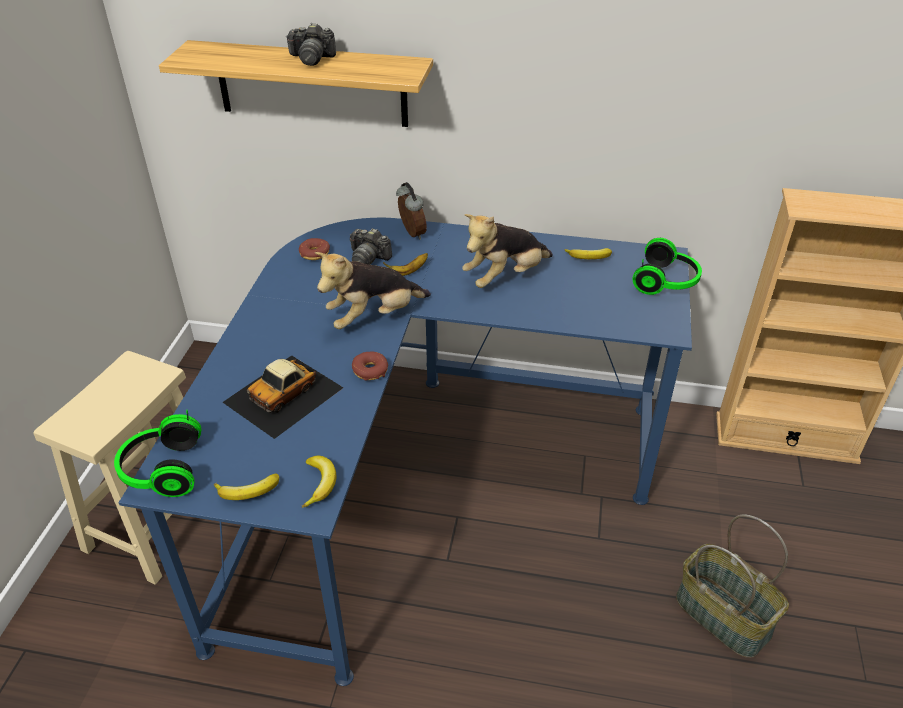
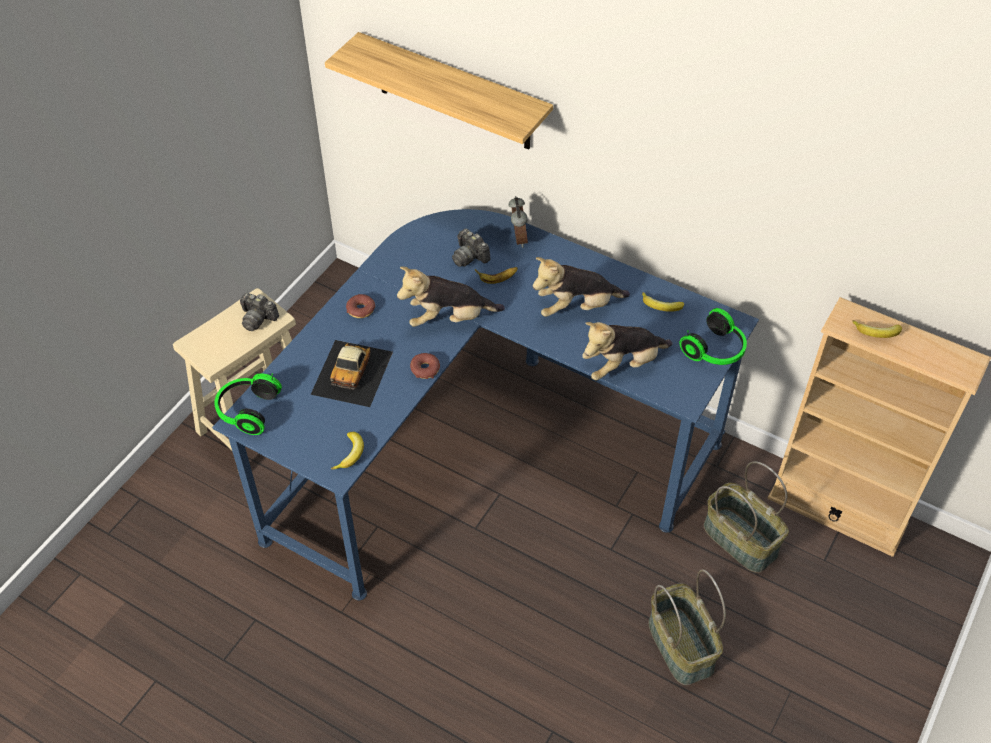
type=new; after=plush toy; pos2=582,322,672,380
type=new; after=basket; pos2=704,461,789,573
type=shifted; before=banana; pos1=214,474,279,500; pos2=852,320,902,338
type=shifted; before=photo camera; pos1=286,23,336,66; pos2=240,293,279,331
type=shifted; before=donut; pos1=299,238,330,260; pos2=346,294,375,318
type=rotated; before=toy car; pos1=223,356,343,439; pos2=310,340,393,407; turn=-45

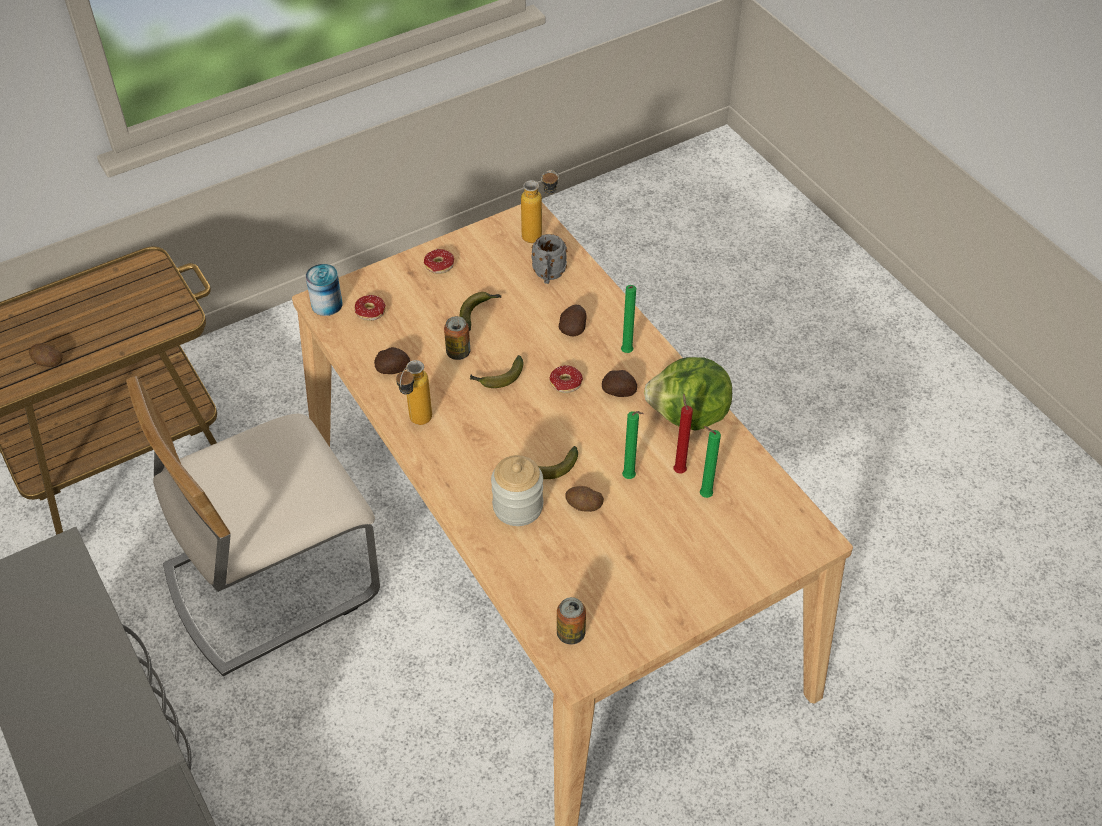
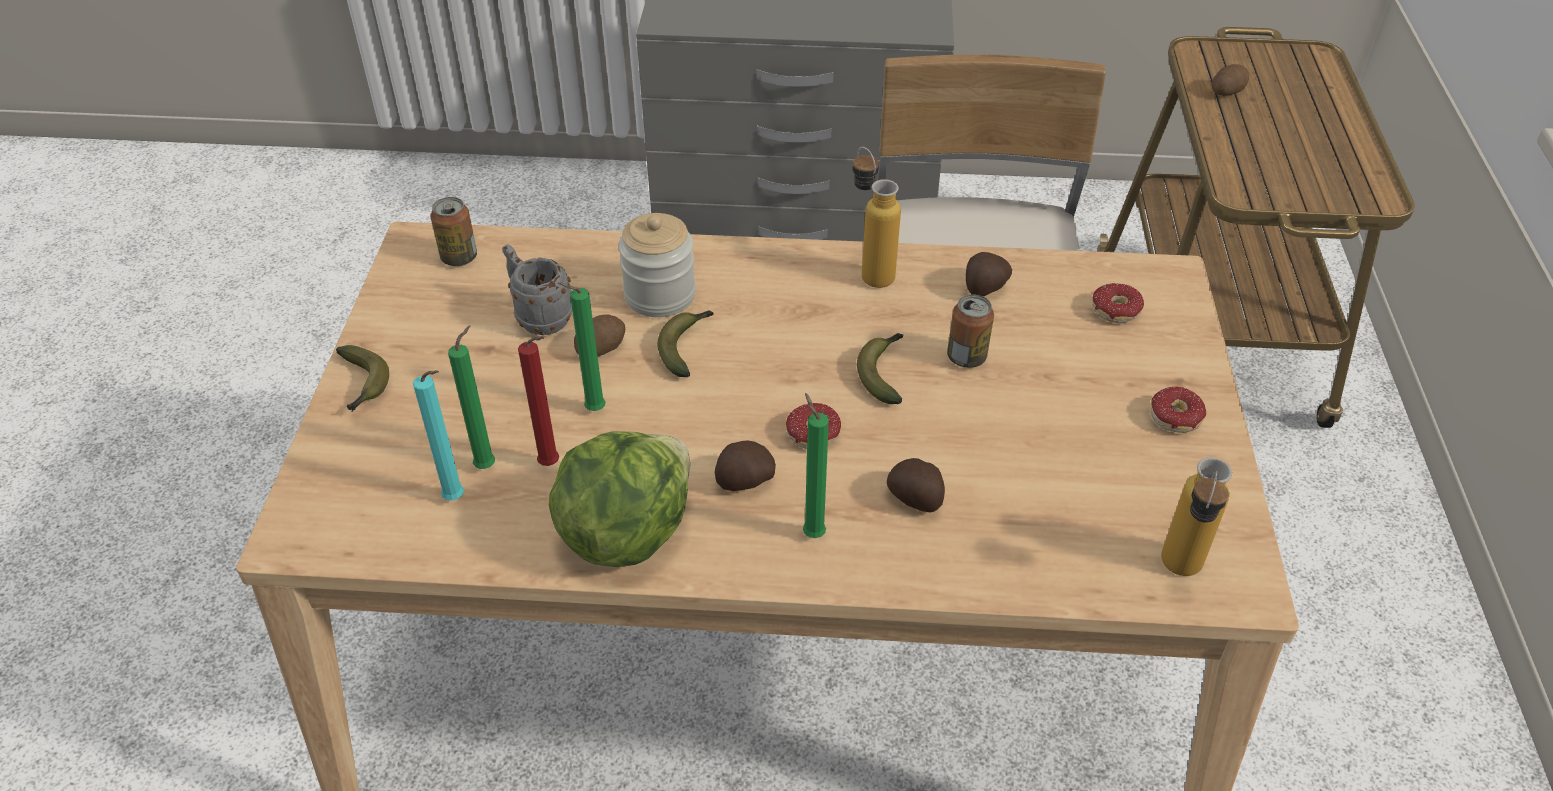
type=gone; before=can; pos1=306,264,343,316
type=new; after=turquoise candle; pos2=413,370,464,500
type=shifted; before=banana; pos1=460,292,502,331; pos2=336,345,389,412
type=shifted; before=grey mug; pos1=531,234,567,284; pos2=502,244,572,335

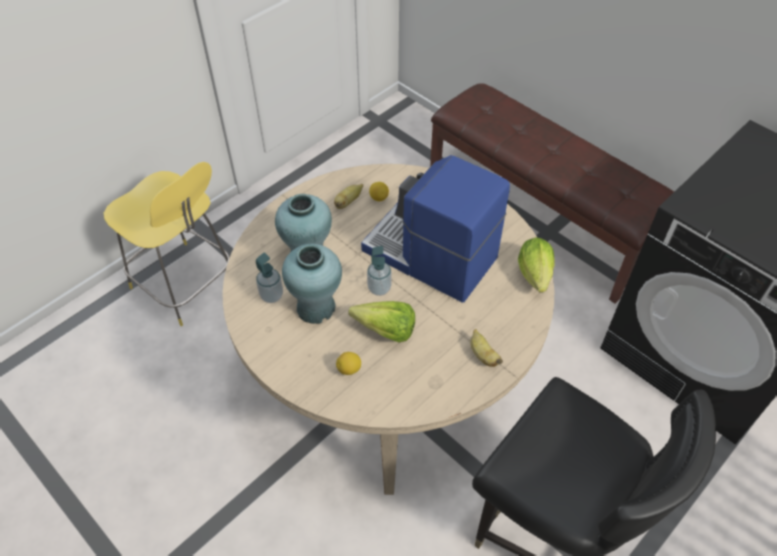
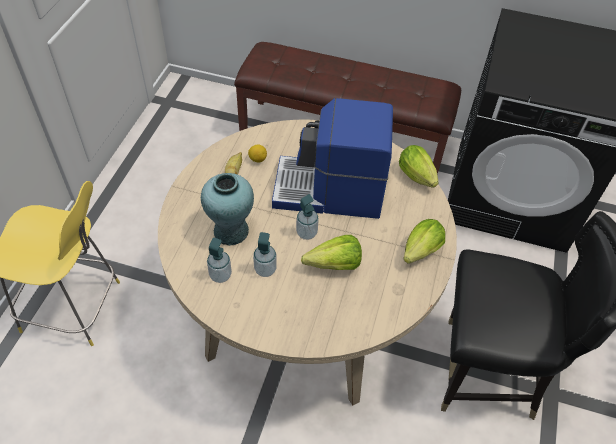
type=gone; before=lemon; pos1=336,352,361,375
type=swapped; before=turquoise vase; after=soap dispenser; pos1=282,244,342,324; pos2=253,232,277,277
type=swapped; before=banana; after=lettuce; pos1=470,329,503,367; pos2=403,219,445,264

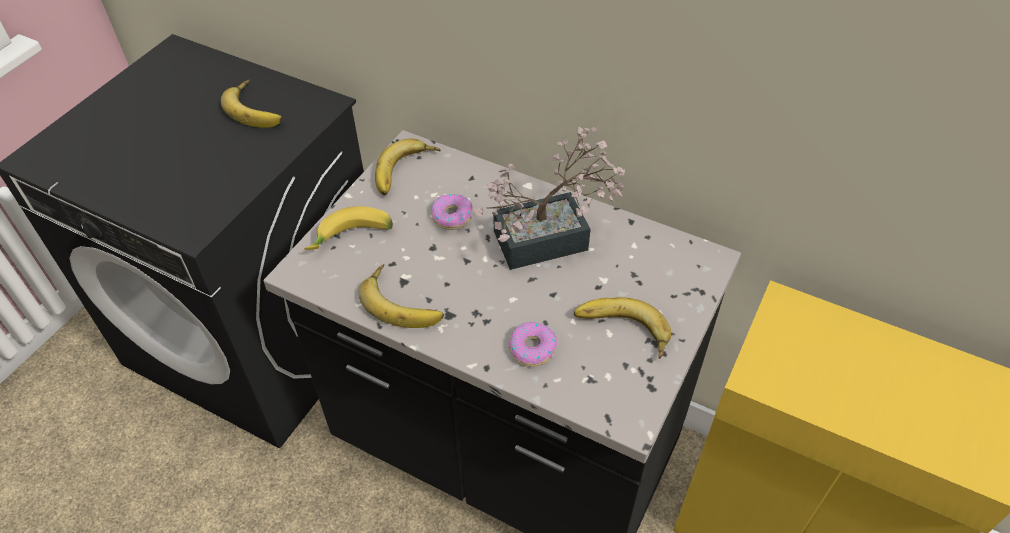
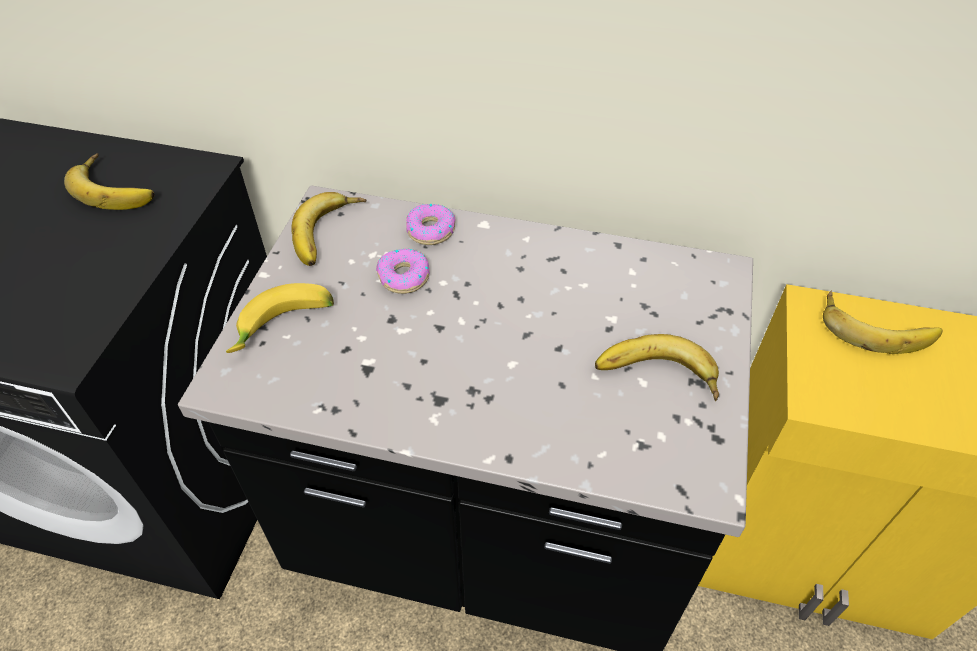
type=gone; before=potted plant; pos1=474,127,625,270
type=shifted; before=banana; pos1=358,264,444,328; pos2=823,290,942,354
type=shifted; before=donut; pos1=509,322,557,367; pos2=406,204,456,245

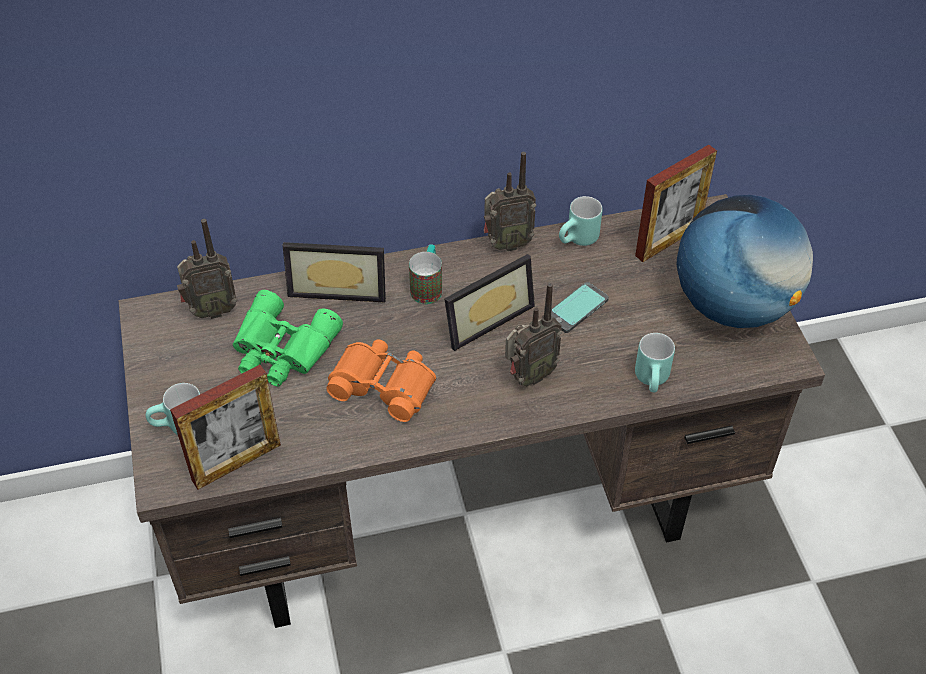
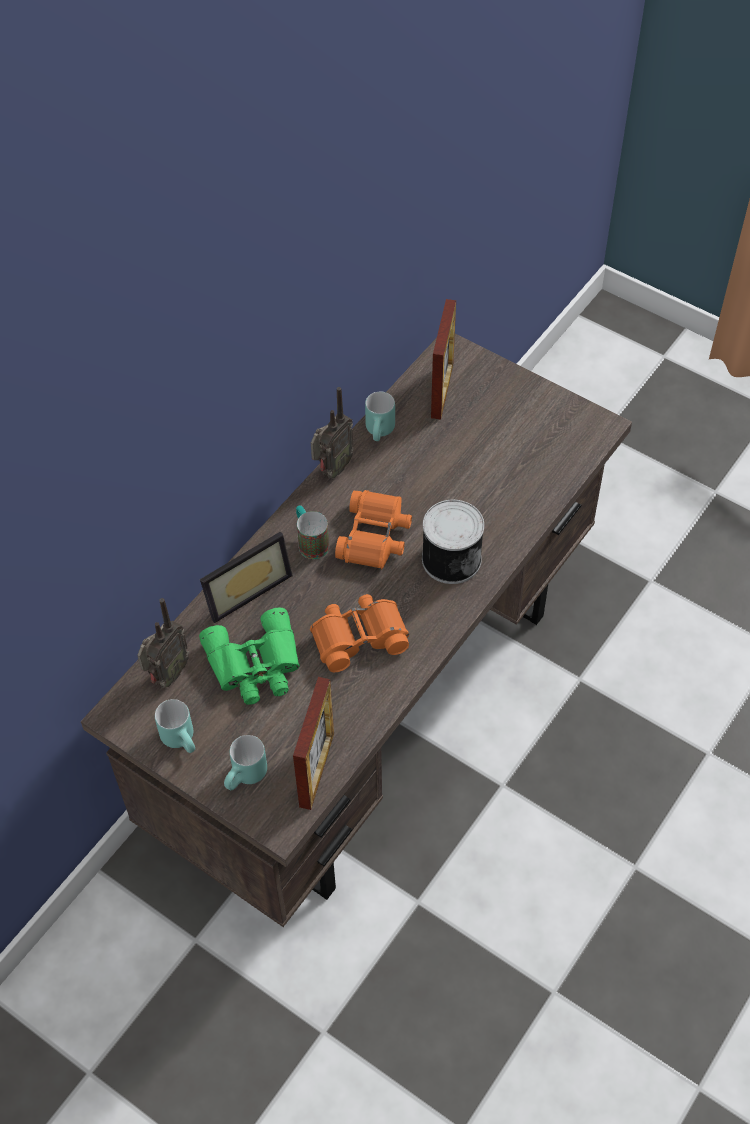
type=gone; before=phone; pos1=551,282,609,333
type=gone; before=globe; pos1=676,195,813,328
type=shifted; before=turquoise mug; pos1=635,333,675,392; pos2=155,699,195,753
type=swapped; before=picture frame; after=orange binoculars; pos1=444,254,535,351; pos2=335,490,412,569
type=swapped; before=radio; after=can; pos1=505,283,562,386; pos2=422,500,484,584

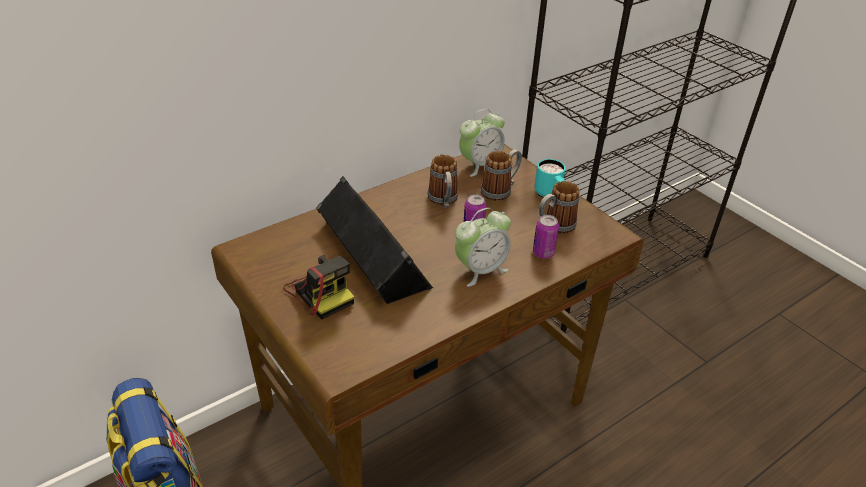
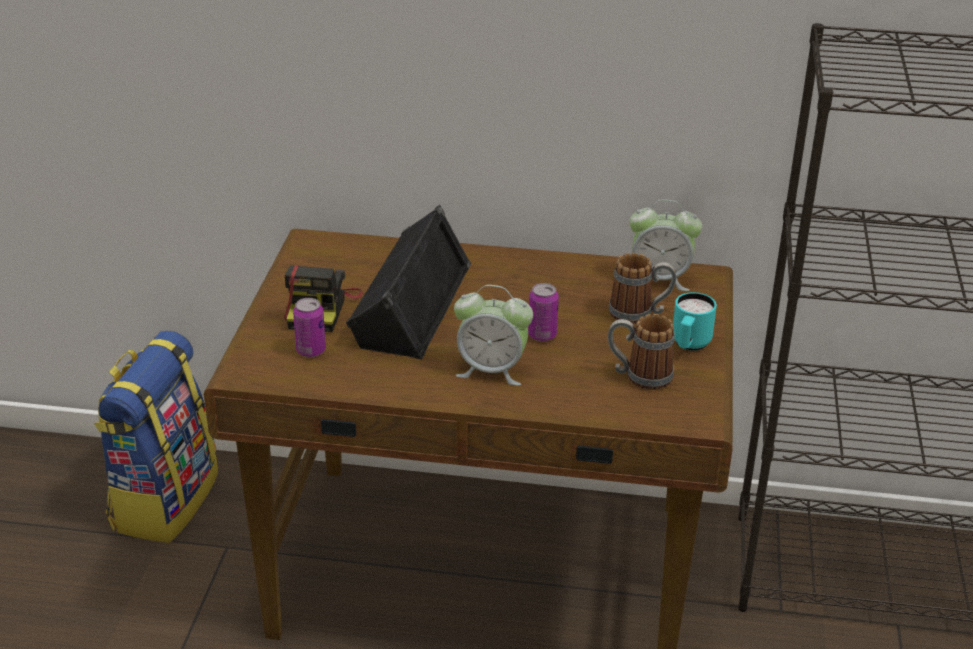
type=gone; before=mug; pos1=428,154,458,208
type=shifted; before=can; pos1=533,215,559,259; pos2=293,298,326,357

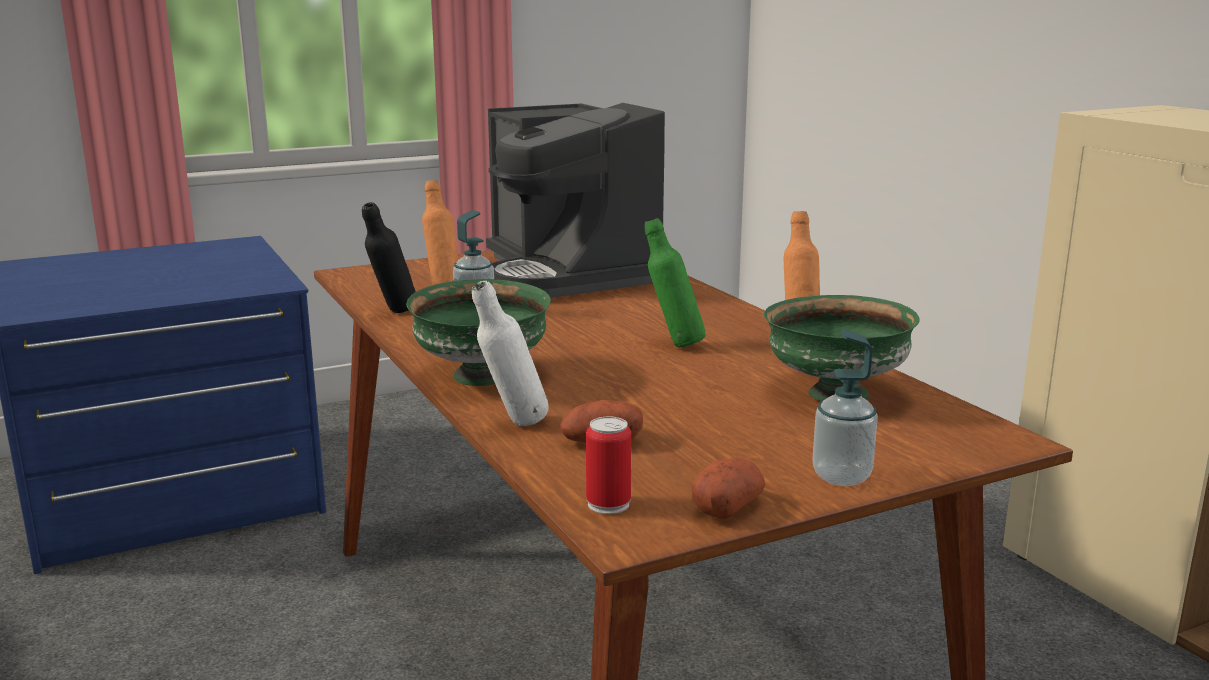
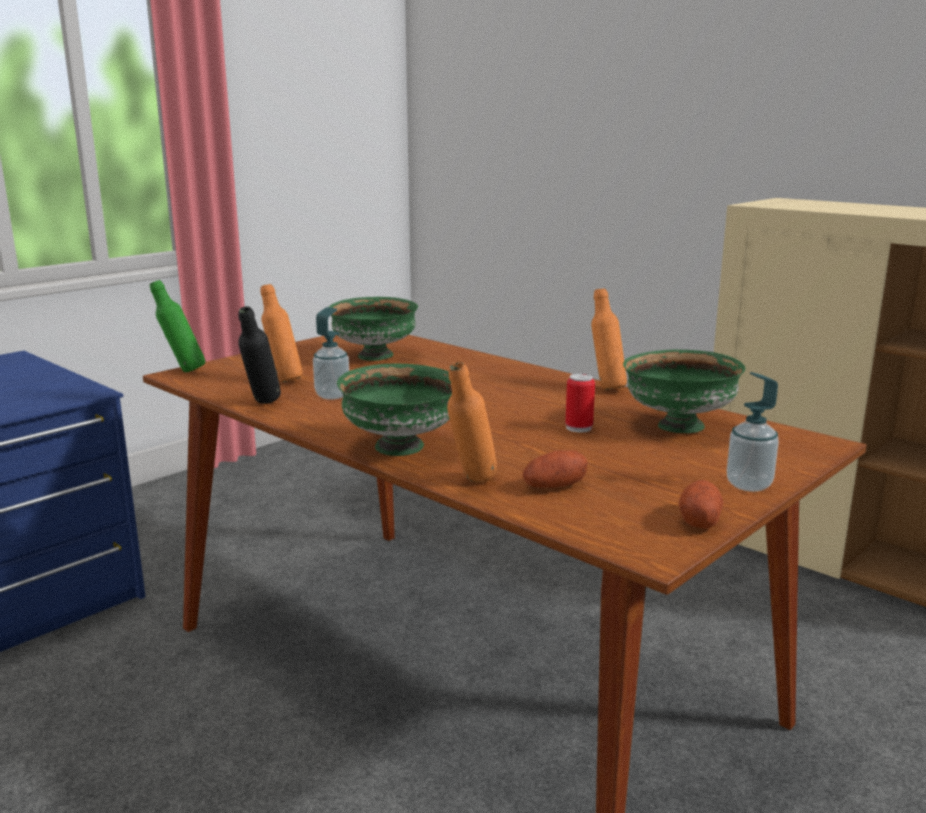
type=shifted; before=can; pos1=586,416,631,514; pos2=565,373,595,432
type=shifted; before=green bottle; pos1=645,218,705,347; pos2=150,280,205,373
type=swapped; before=coffee machine; after=green bowl; pos1=486,103,665,298; pos2=329,297,418,361
type=repainted; before=white bottle; after=orange bottle; pos1=472,281,549,426; pos2=447,362,497,483

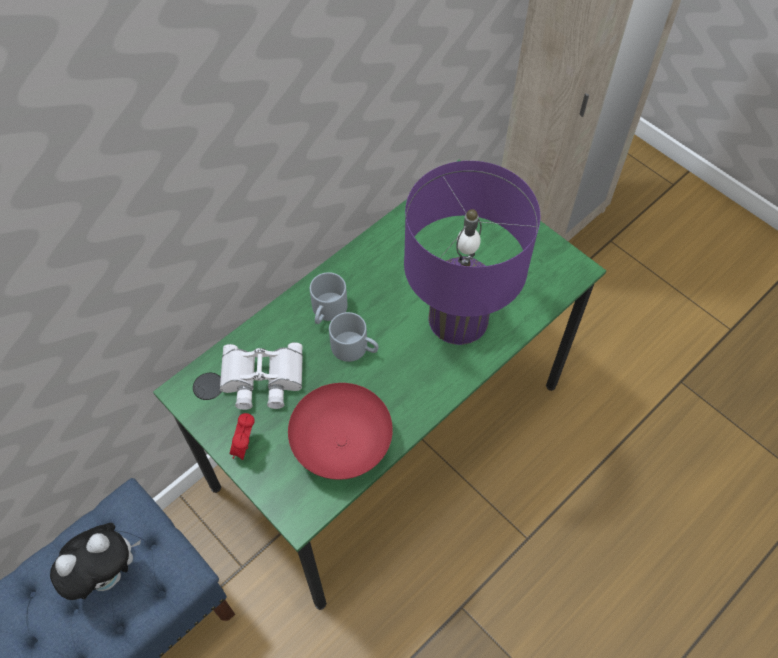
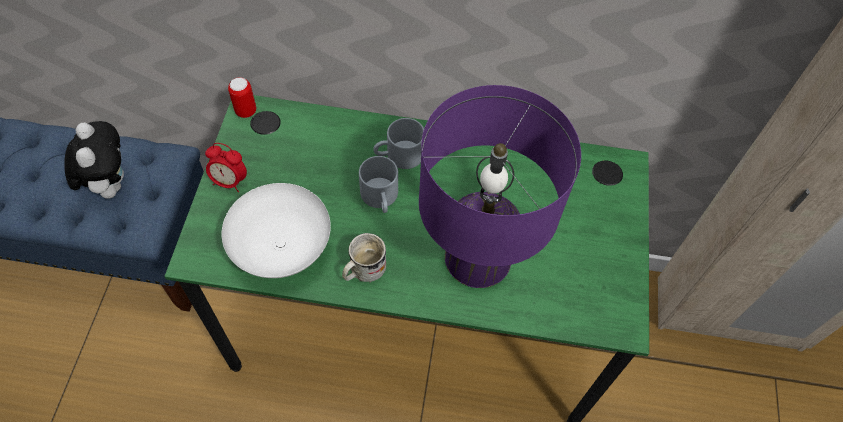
type=gone; before=white binoculars; pos1=220,342,303,410
type=new; after=can; pos2=228,77,256,118
type=new; after=white mug; pos2=342,233,386,283
type=repainted; before=red bowl; after=white bowl; pos1=288,383,393,480; pos2=222,183,331,278
type=rotated; before=plush toy; pos1=50,523,141,600; pos2=64,121,124,199; turn=-120
type=rotated; before=alarm clock; pos1=230,413,255,460; pos2=205,143,247,192; turn=-135

